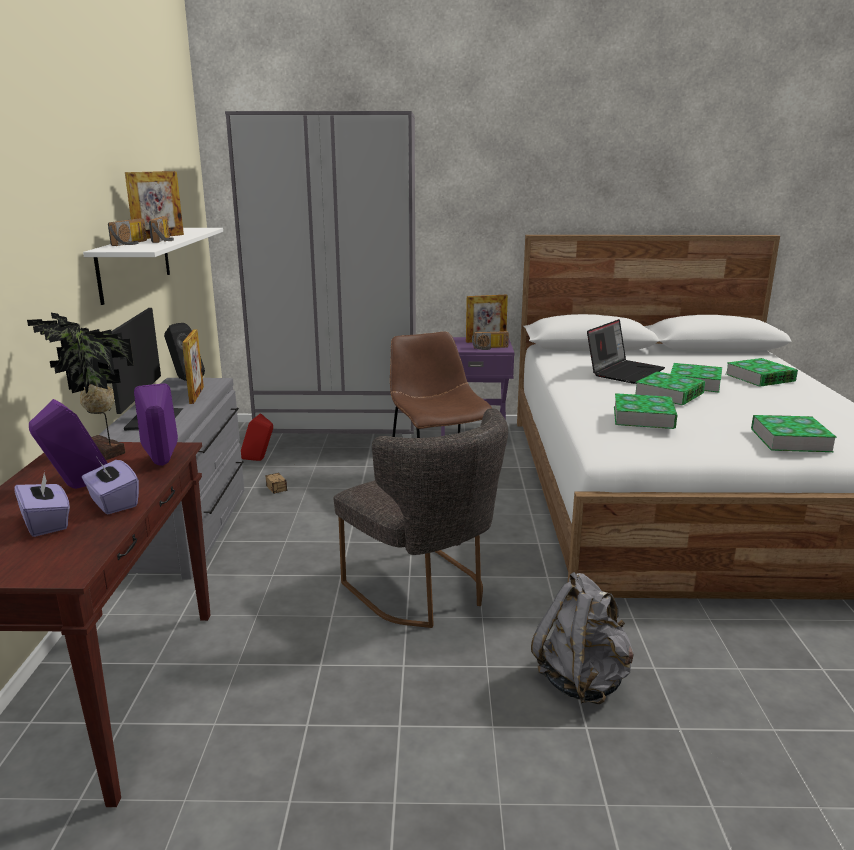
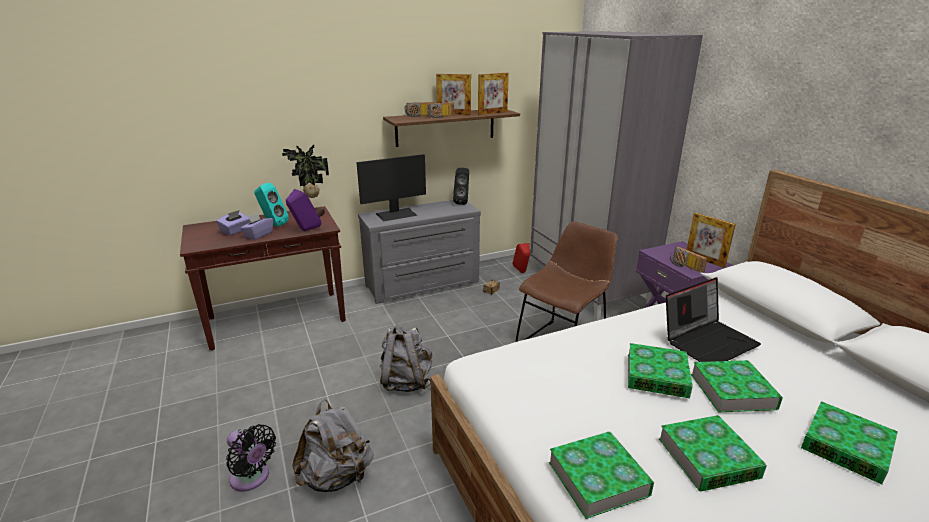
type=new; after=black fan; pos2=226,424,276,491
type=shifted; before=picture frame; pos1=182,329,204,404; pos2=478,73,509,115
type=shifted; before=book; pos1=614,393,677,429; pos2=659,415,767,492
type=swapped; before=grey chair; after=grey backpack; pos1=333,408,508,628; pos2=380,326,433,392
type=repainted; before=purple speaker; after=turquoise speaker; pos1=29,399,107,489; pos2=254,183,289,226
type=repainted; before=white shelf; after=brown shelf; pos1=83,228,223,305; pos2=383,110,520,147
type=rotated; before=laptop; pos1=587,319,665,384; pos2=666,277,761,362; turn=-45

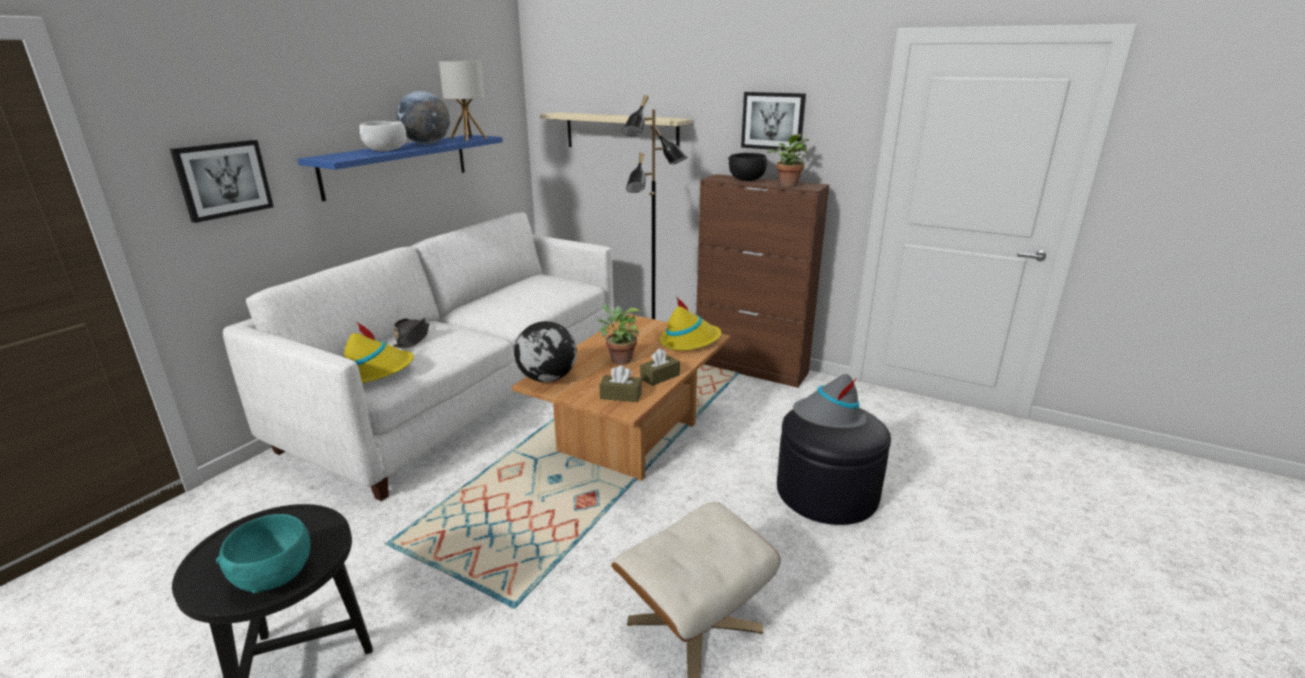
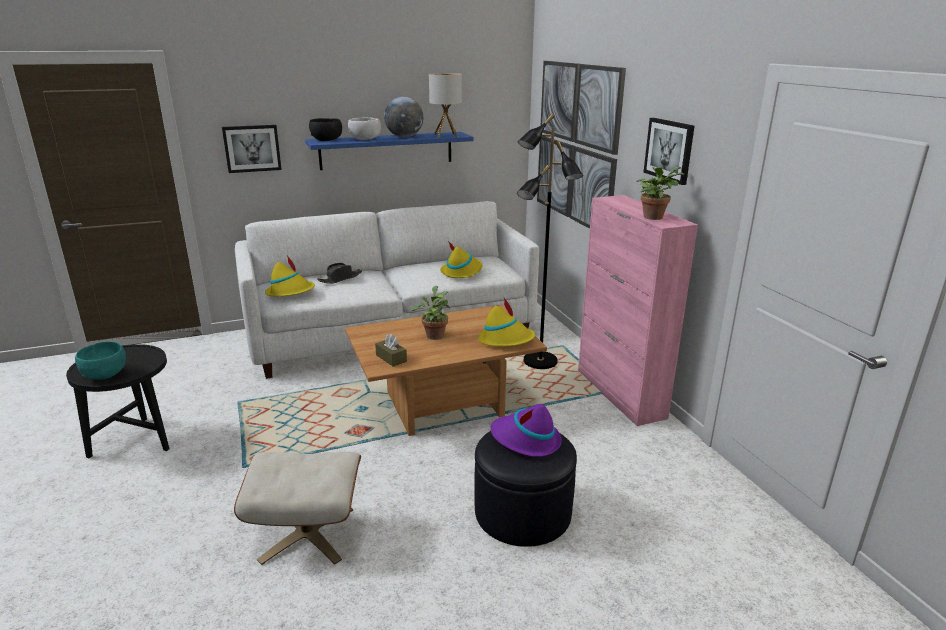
type=gone; before=globe; pos1=514,321,577,382
type=gone; before=brown tissue box; pos1=640,348,680,386
type=new; after=yellow hat; pos2=440,241,483,278
type=shifted; before=black bowl; pos1=728,153,767,181; pos2=309,118,342,141
type=swapped; before=beige shelf; after=picture; pos1=540,112,692,147; pos2=537,61,626,229
type=repainted; before=brown cabinet; after=pink cabinet; pos1=696,174,829,388; pos2=578,195,698,426
type=repainted; before=grey hat; after=purple hat; pos1=793,374,867,428; pos2=490,404,562,457

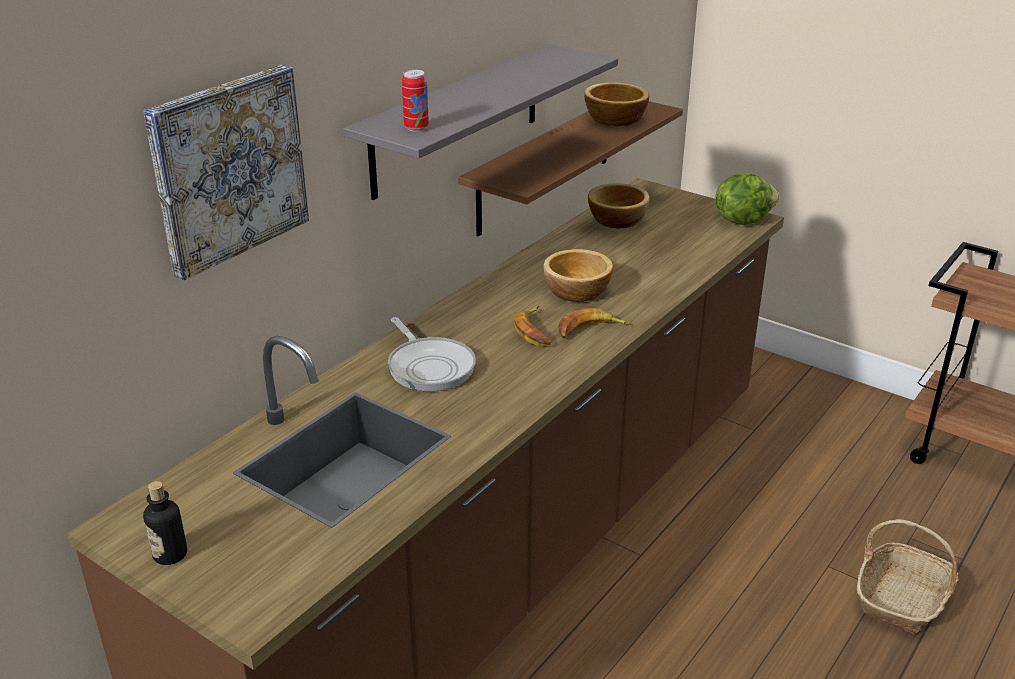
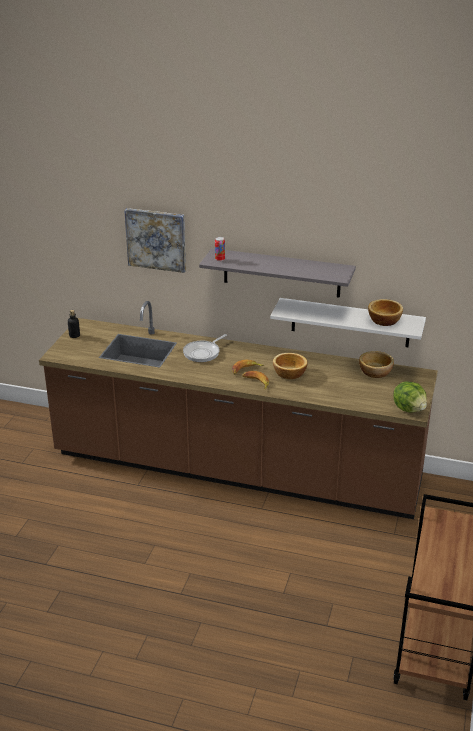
type=gone; before=basket; pos1=857,519,959,635
type=repainted; before=brown shelf; after=white shelf; pos1=458,101,683,237; pos2=270,298,426,347

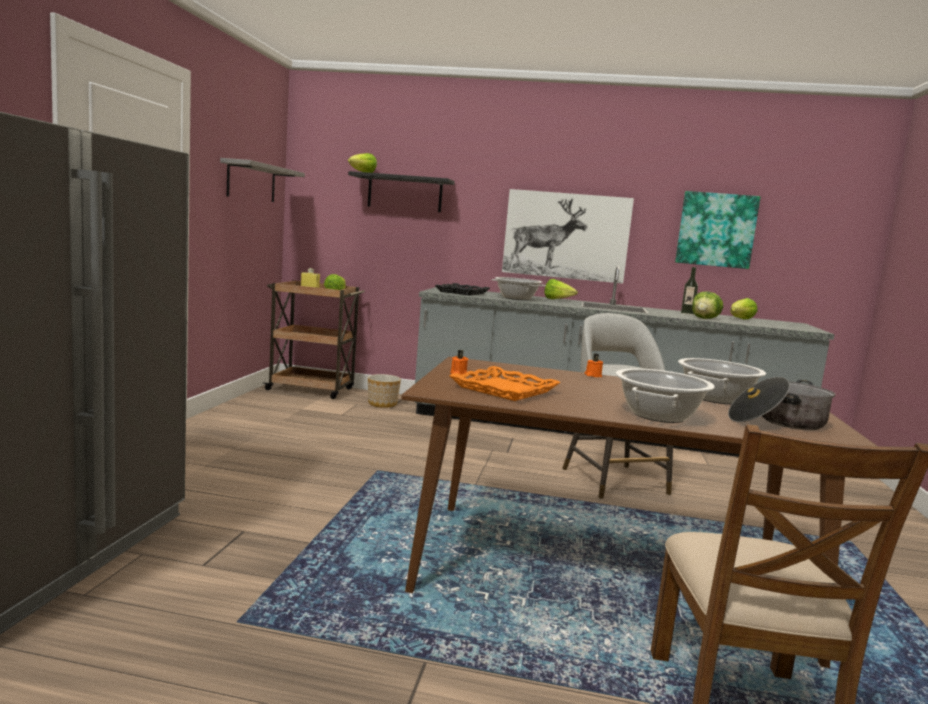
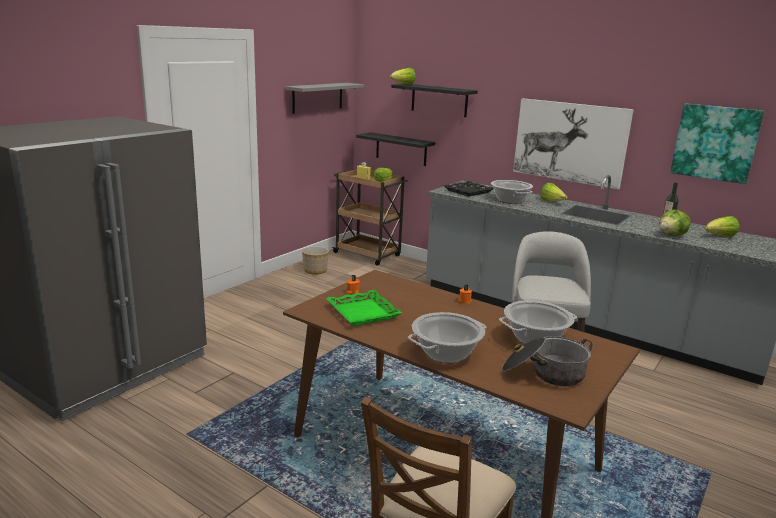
type=new; after=black shelf; pos2=356,132,435,166
type=shifted; before=planter; pos1=368,374,401,408; pos2=302,246,329,275
type=repainted; before=orange tray; after=green tray; pos1=449,366,561,401; pos2=326,290,402,326

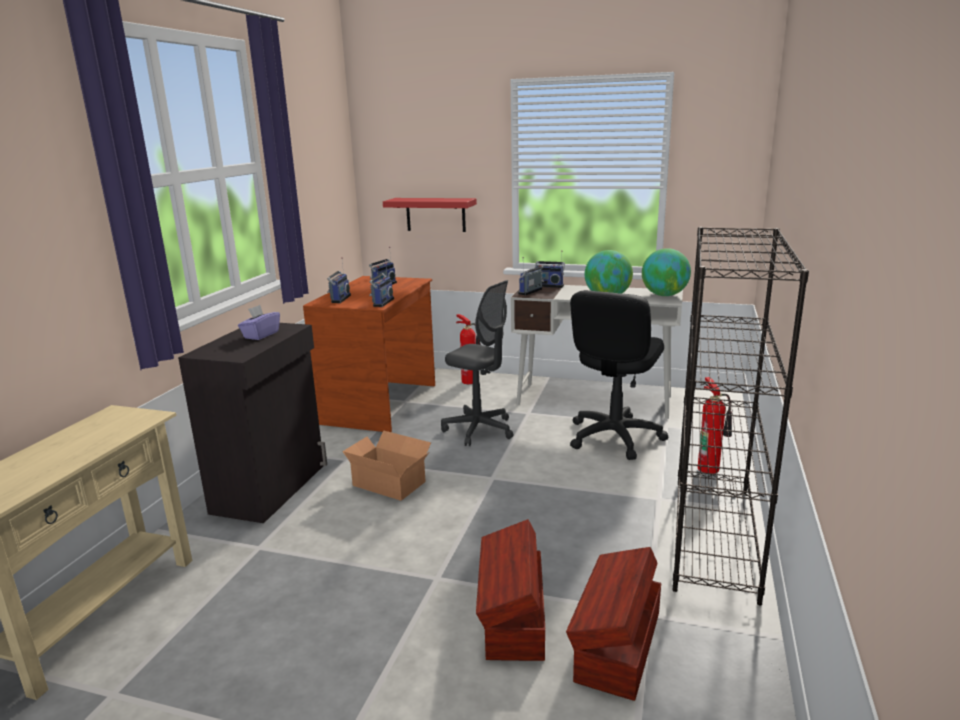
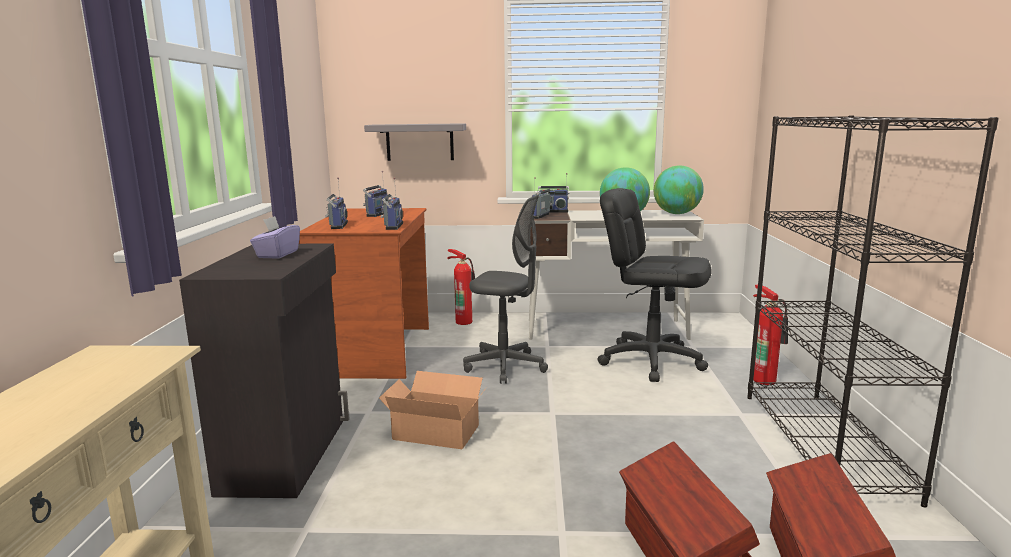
type=repainted; before=red shelf; after=grey shelf; pos1=383,198,477,232; pos2=364,123,466,161
type=rotated; before=black office chair; pos1=570,290,668,460; pos2=597,188,712,382; turn=105

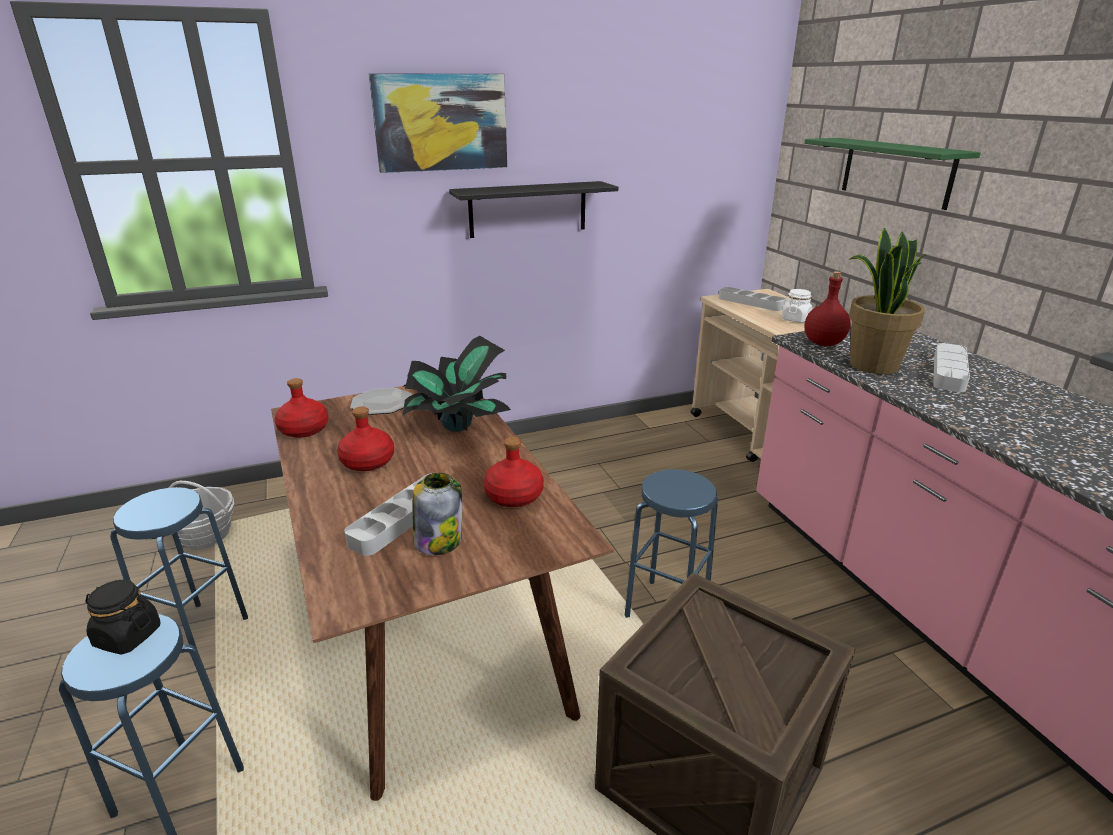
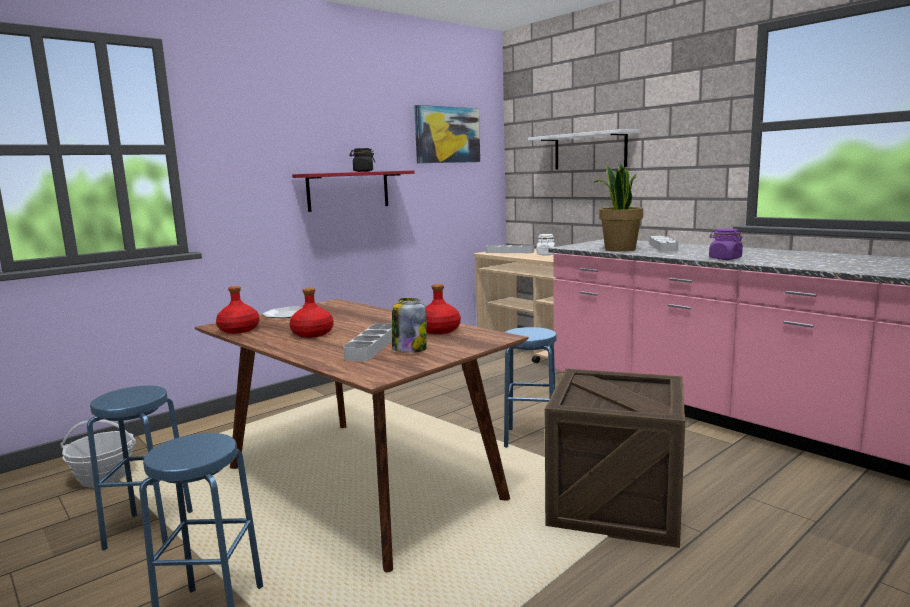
type=gone; before=potted plant; pos1=402,336,511,432
type=gone; before=red bottle; pos1=804,271,851,346
type=new; after=purple jar; pos2=709,228,743,260
type=shifted; before=black jar; pos1=85,580,160,655; pos2=349,148,375,172
type=shifted; before=picture; pos1=368,73,507,173; pos2=414,105,480,163
type=repainted; before=black shelf; after=red shelf; pos1=449,181,618,238; pos2=292,170,415,212
type=repainted; before=green shelf; after=white shelf; pos1=804,138,981,210; pos2=528,129,639,169

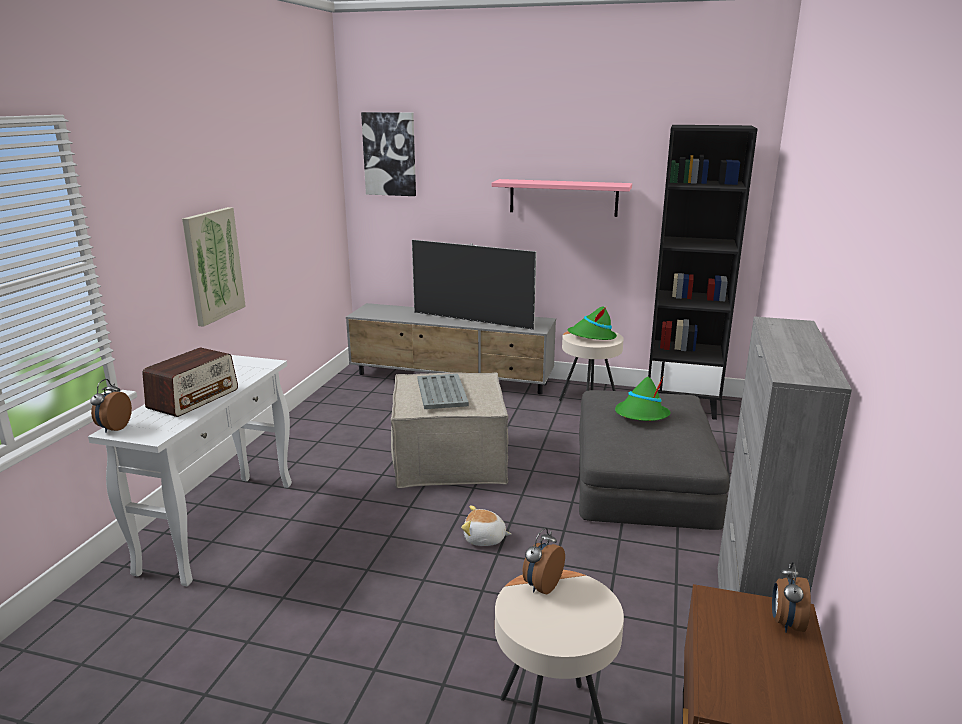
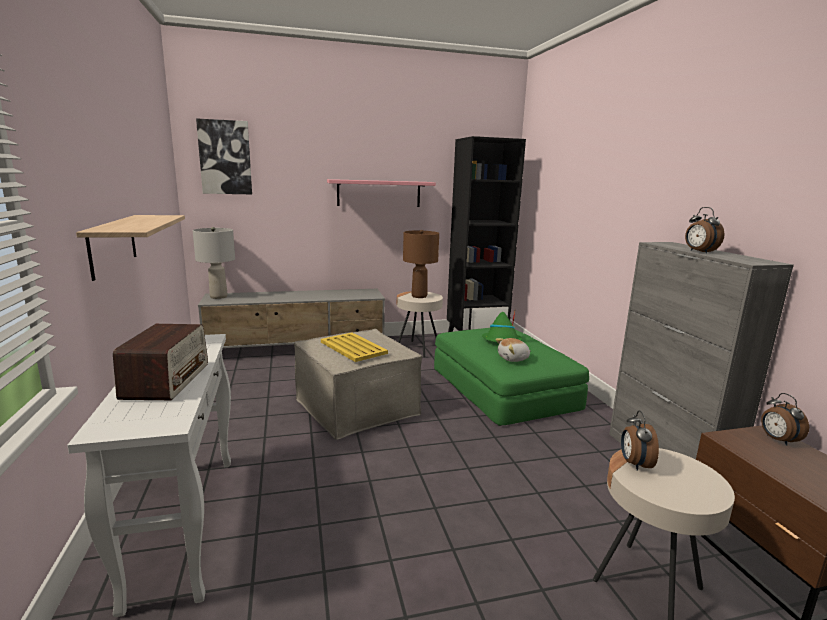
type=gone; before=television; pos1=412,240,537,330
type=new; after=grey table lamp; pos2=192,227,235,299
type=shifted; before=alarm clock; pos1=90,379,132,433; pos2=685,207,725,254
type=shifted; before=plush toy; pos1=461,506,511,546; pos2=496,338,531,362
type=swapped; before=picture; after=shelf; pos1=182,207,246,327; pos2=76,215,185,281
type=swapped; before=green hat; after=brown table lamp; pos1=568,306,617,340; pos2=403,230,439,298
type=repainted; before=grey tray; after=yellow tray; pos1=418,374,469,409; pos2=321,332,388,362
type=repainted; before=grey ottoman; after=green ottoman; pos1=579,390,729,530; pos2=434,328,589,426

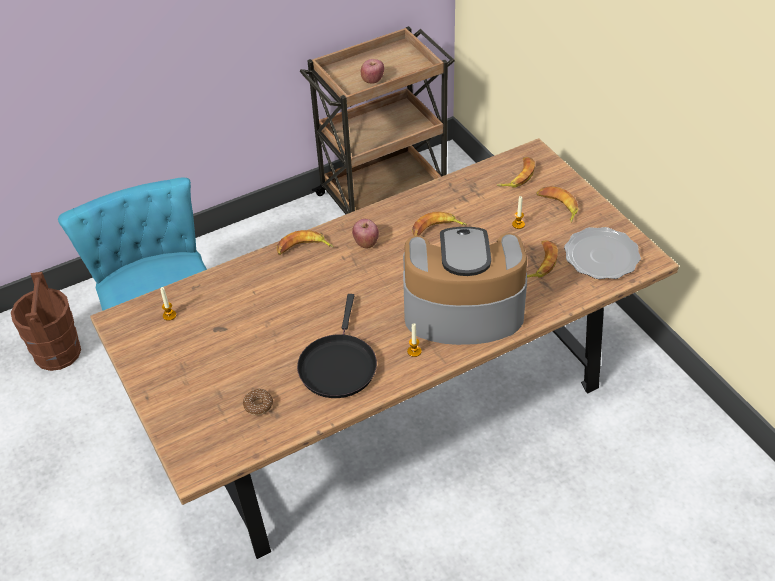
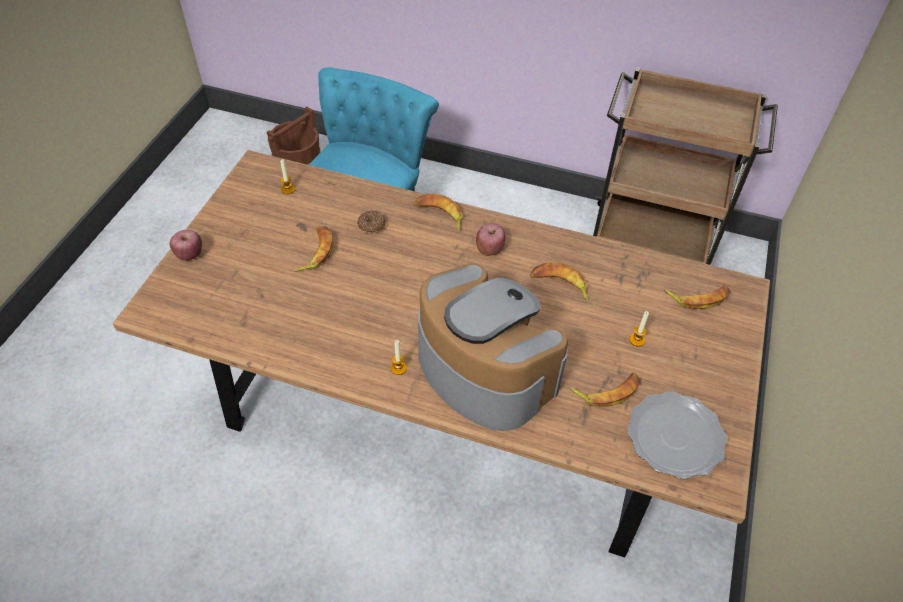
type=gone; before=black frying pan; pos1=297,294,377,398
type=shifted; before=donut; pos1=243,389,273,415; pos2=357,211,386,234
type=shifted; before=apple; pos1=361,59,384,83; pos2=170,230,202,261
type=shifted; before=banana; pos1=537,186,578,223; pos2=294,226,333,272

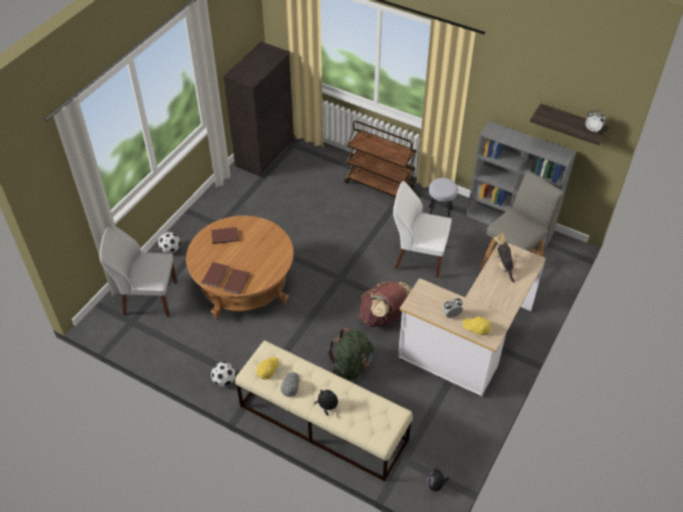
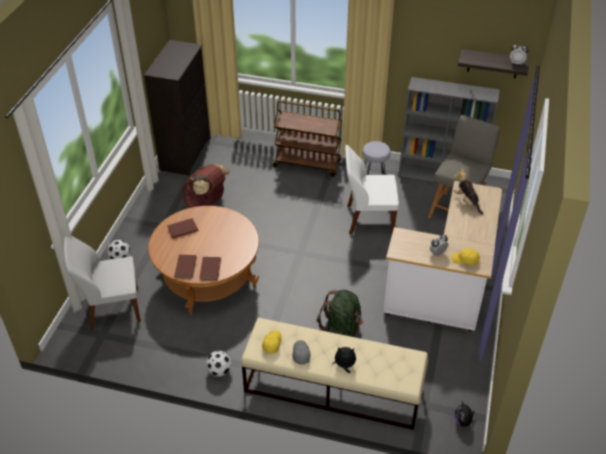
type=shifted; before=brown backpack; pos1=359,281,412,327; pos2=182,164,230,208

